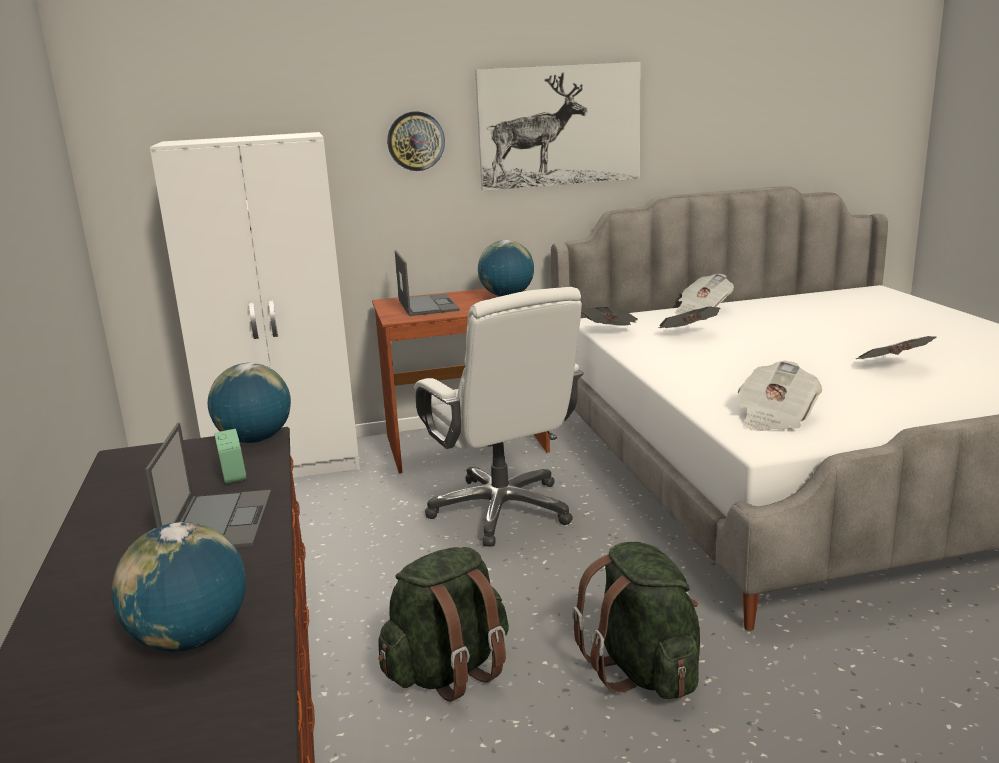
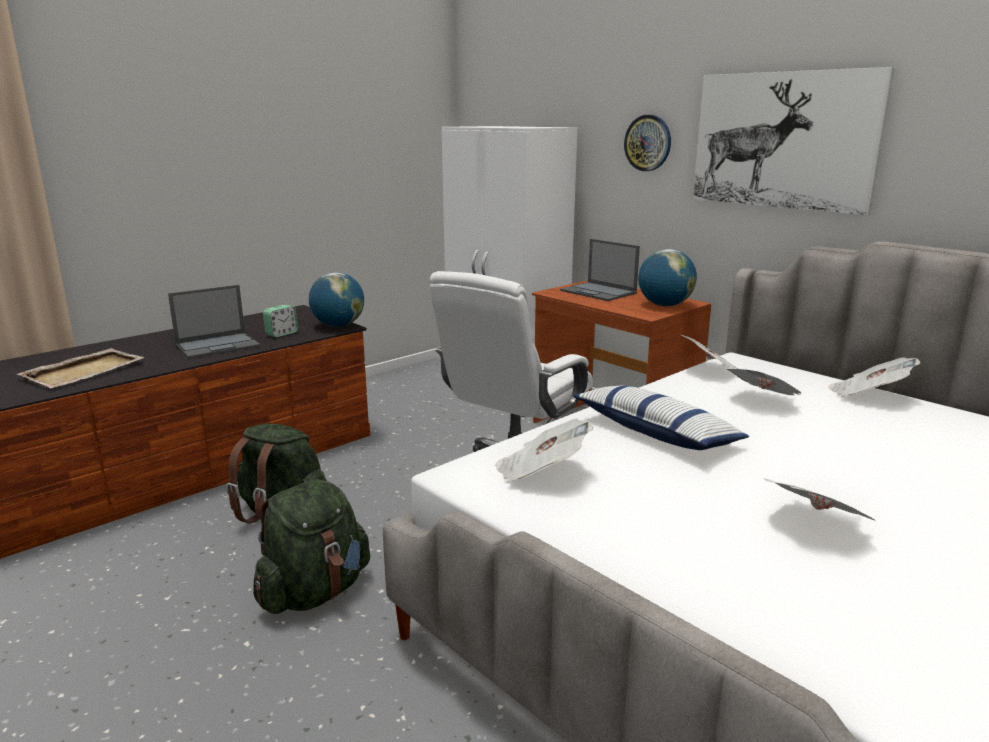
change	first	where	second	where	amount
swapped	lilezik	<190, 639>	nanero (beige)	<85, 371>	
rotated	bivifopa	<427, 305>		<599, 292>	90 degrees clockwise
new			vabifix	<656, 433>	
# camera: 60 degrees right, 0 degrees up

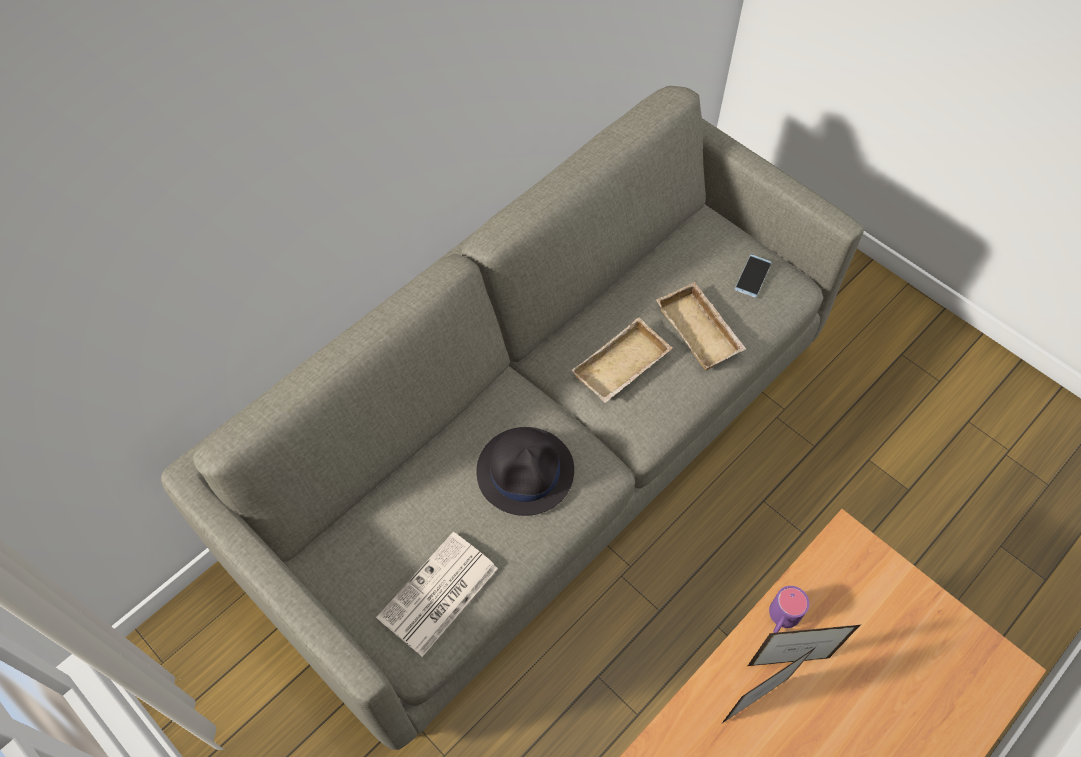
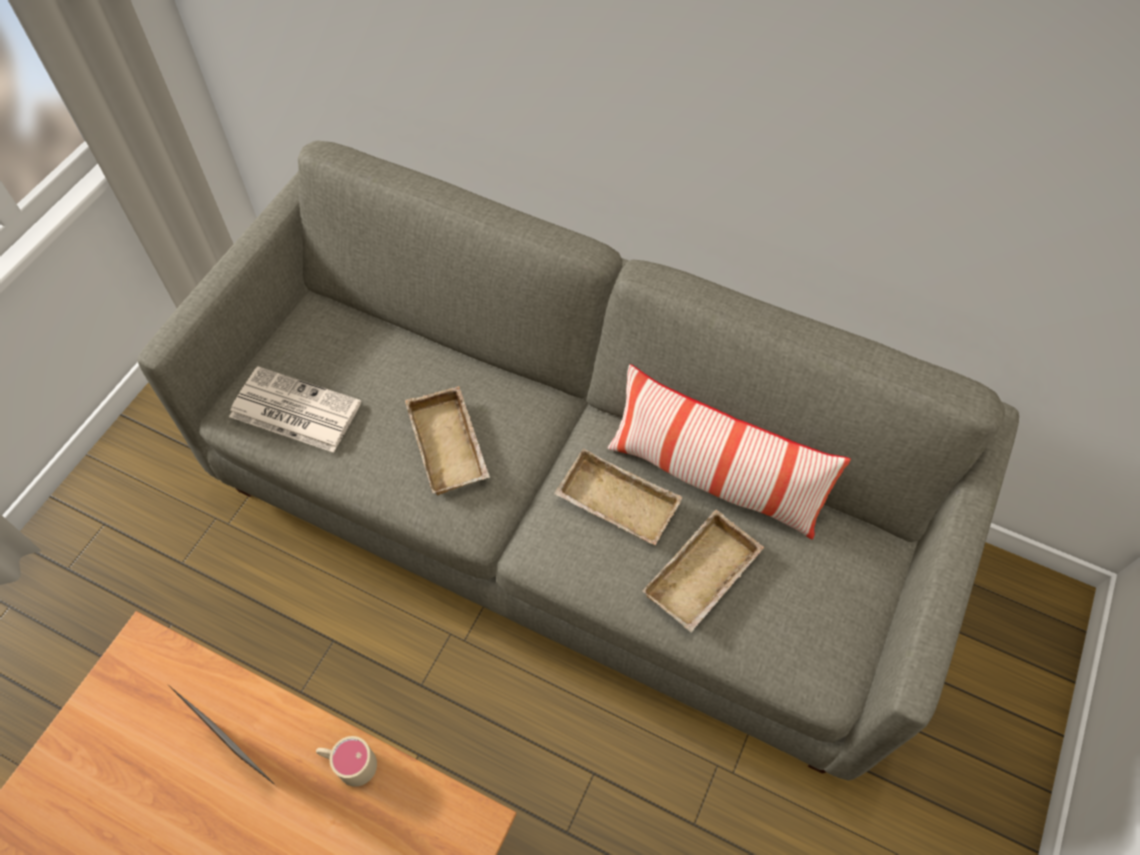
change	first	where	second	where	amount
swapped	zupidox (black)	<526, 471>	nanero (beige)	<451, 446>	
gone	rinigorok	<753, 276>			
gone	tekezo	<788, 662>			
repainted	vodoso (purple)	<781, 618>	vodoso (beige)	<348, 763>	
new			vabifix	<713, 479>	
# camera: 70 degrees right, 0 degrees up

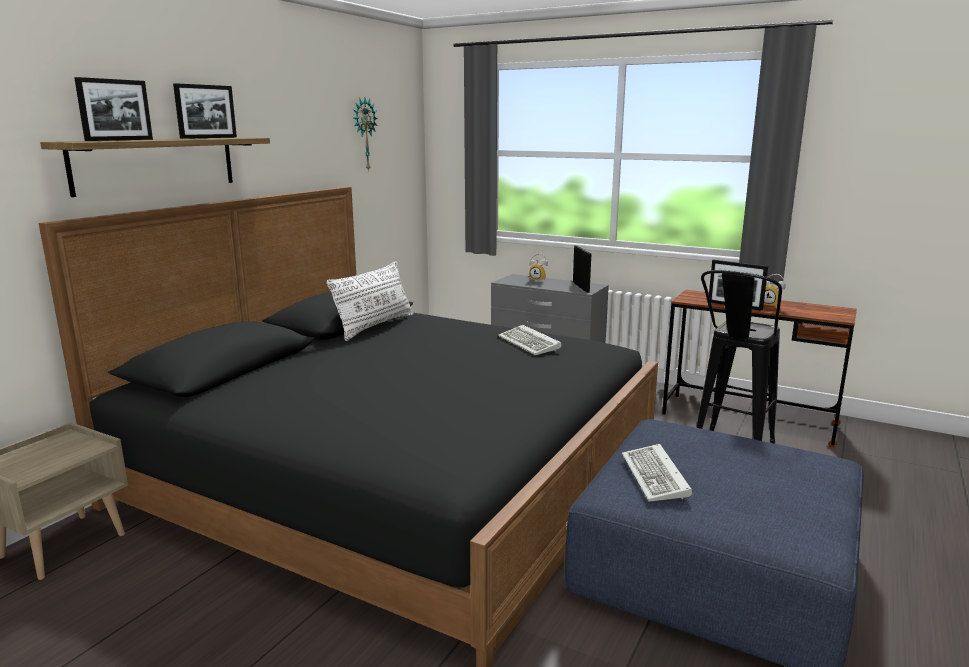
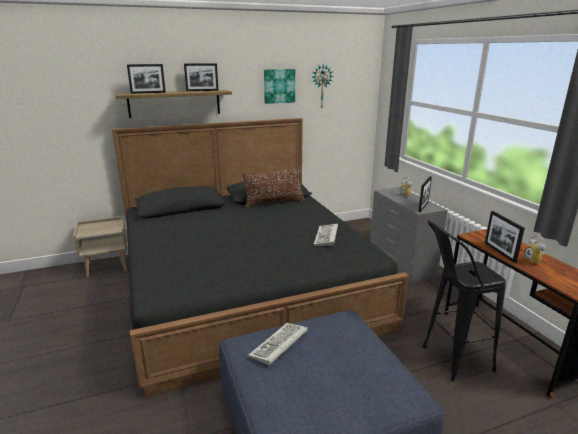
change	first	where	second	where	amount
repainted	vabifix (white)	<375, 326>	vabifix (brown)	<274, 202>	
new			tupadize	<279, 86>	
# camera: 40 degrees right, 5 degrees up

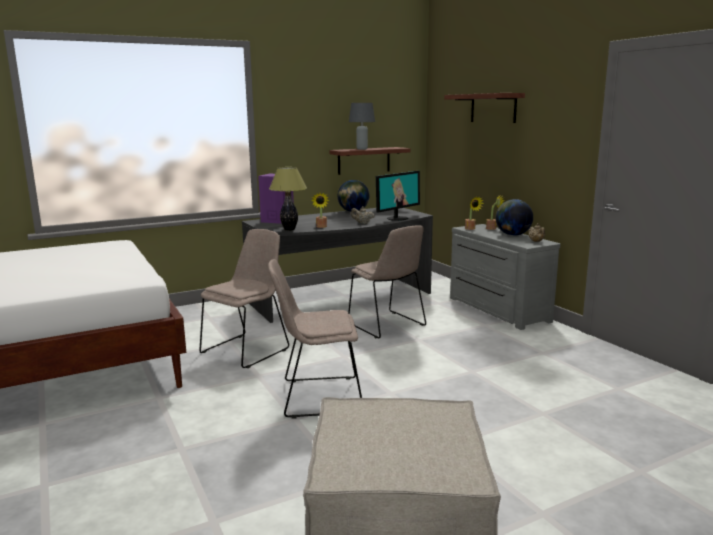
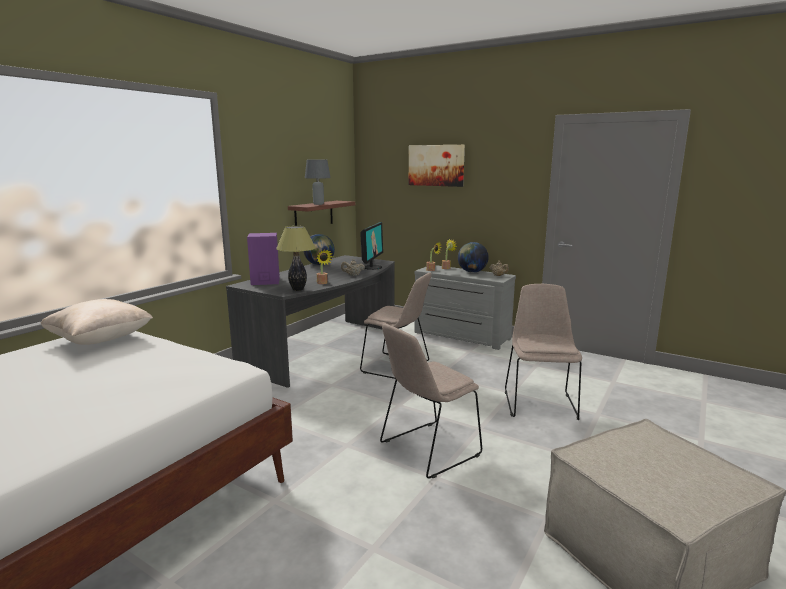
change	first	where	second	where	amount
shifted	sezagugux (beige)	<247, 350>		<539, 403>	
swapped	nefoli	<493, 108>	tupadize	<436, 165>	
new			vabifix (beige)	<100, 340>	
# camera: 30 degrees left, 0 degrees up

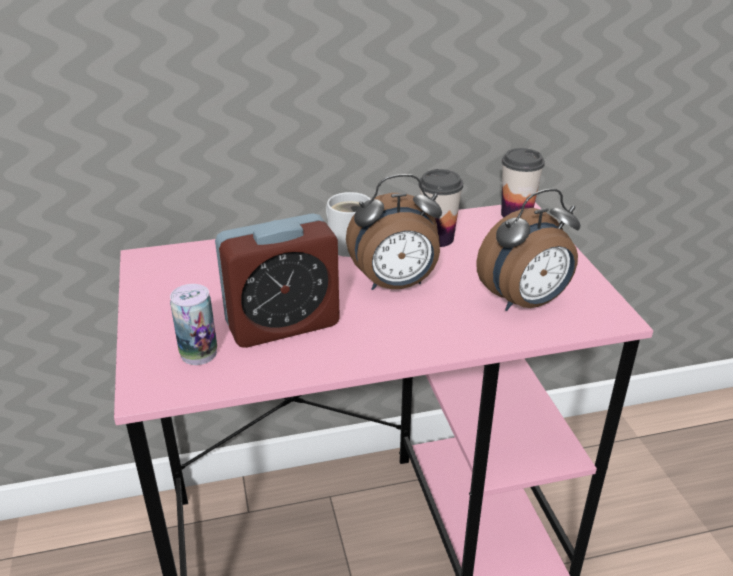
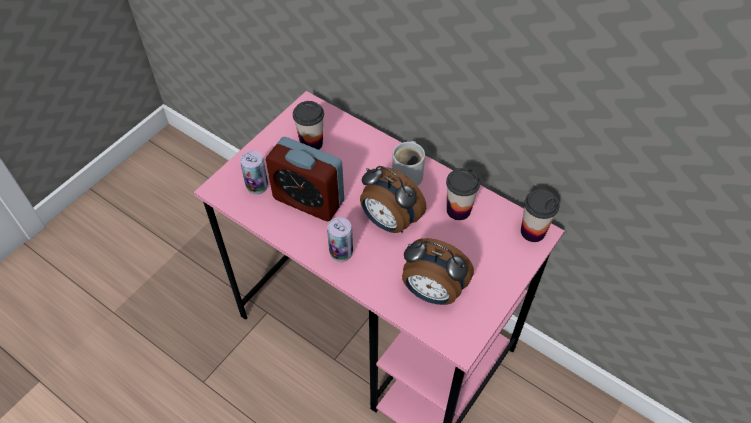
change	first	where	second	where	amount
new			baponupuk	<311, 143>	
new			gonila	<341, 252>	
# camera: 50 degrees right, 20 degrees up

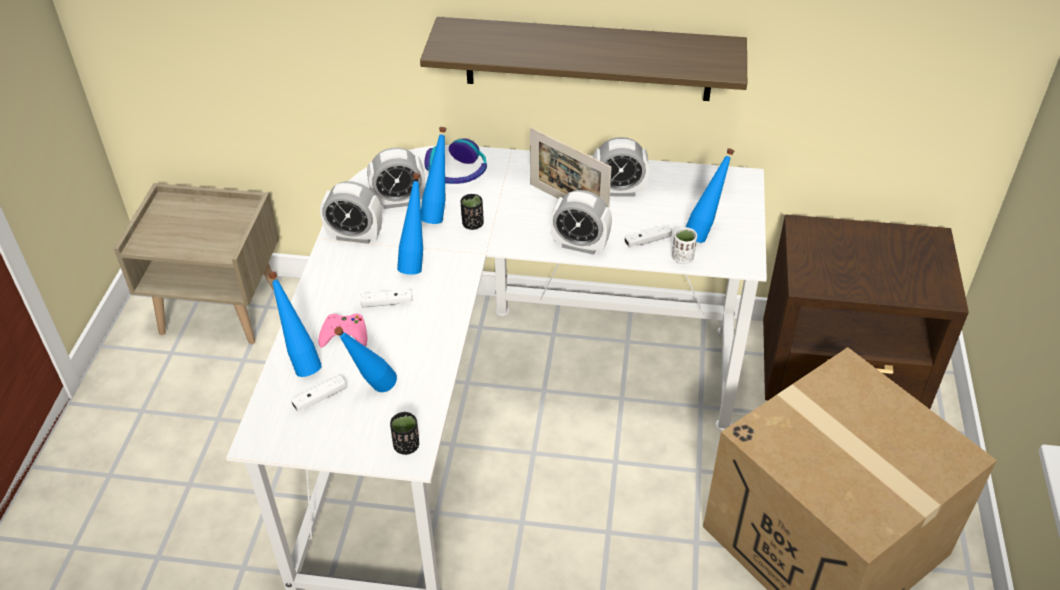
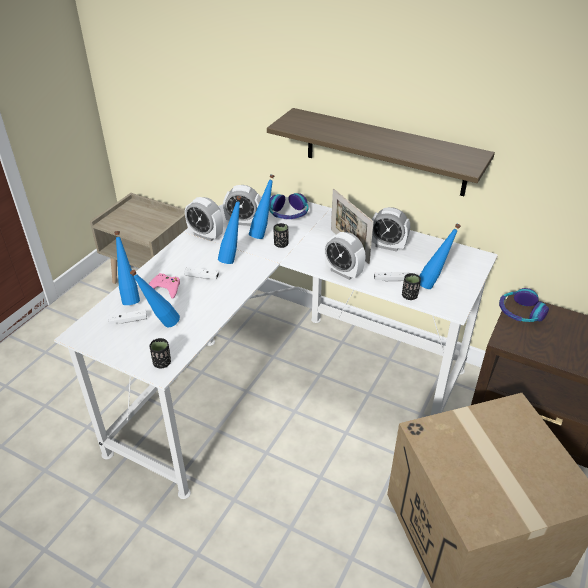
change	first	where	second	where	amount
repainted	baponupuk (white)	<682, 258>	baponupuk (black)	<409, 296>	
new			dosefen	<520, 312>	
# camera: 20 degrees right, 5 degrees down

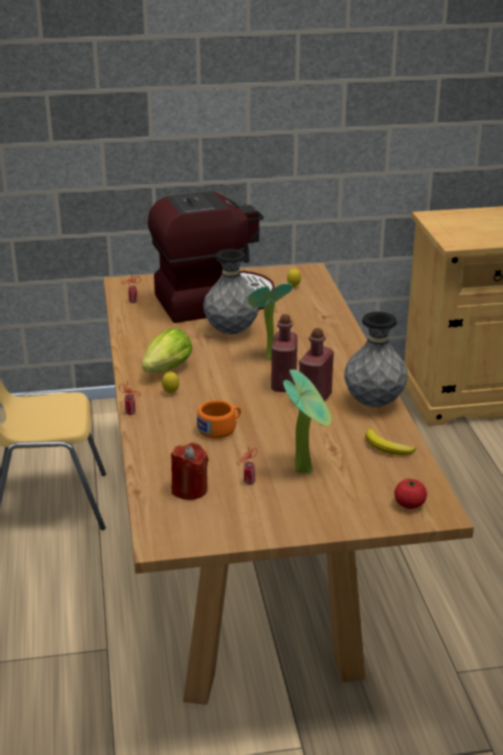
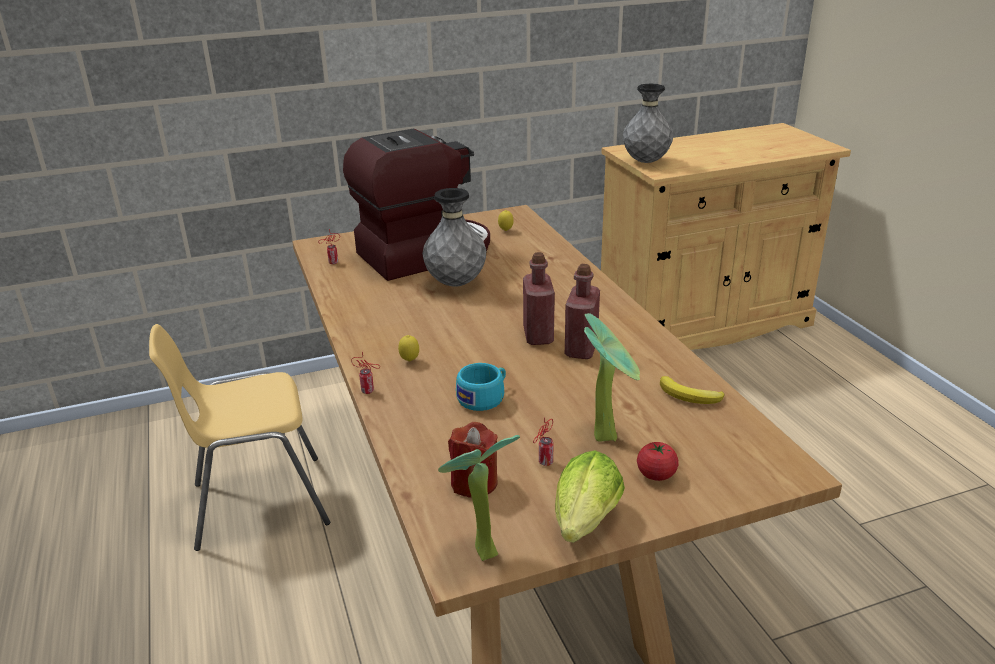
change	first	where	second	where	amount
shifted	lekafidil	<165, 371>		<584, 525>	
repainted	baponupuk (orange)	<220, 428>	baponupuk (turquoise)	<484, 397>	
shifted	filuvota	<268, 357>		<479, 552>	
shifted	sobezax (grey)	<373, 403>		<645, 162>	
shifted	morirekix	<409, 504>		<656, 474>	
# camera: 10 degrees left, 0 degrees up

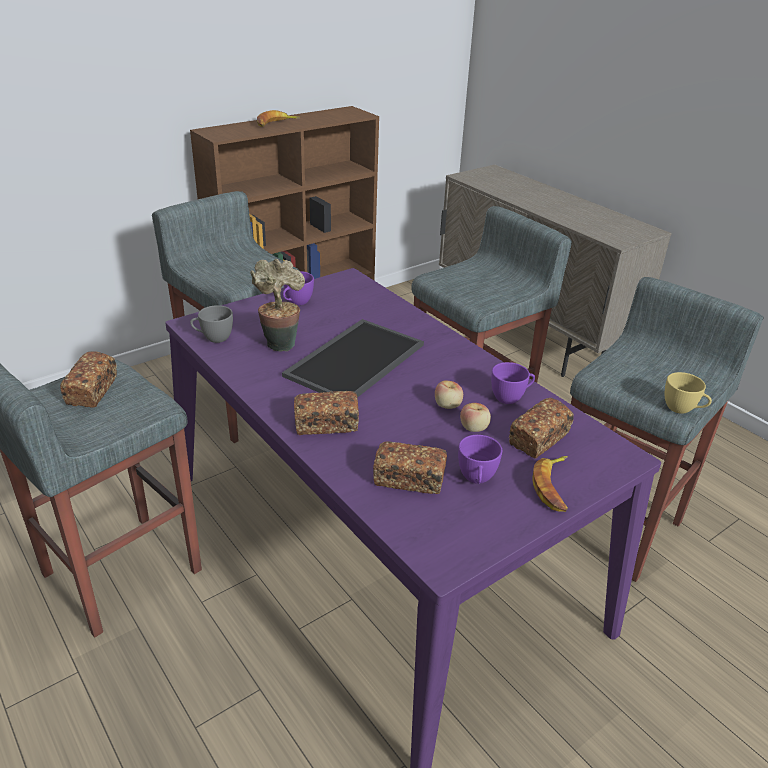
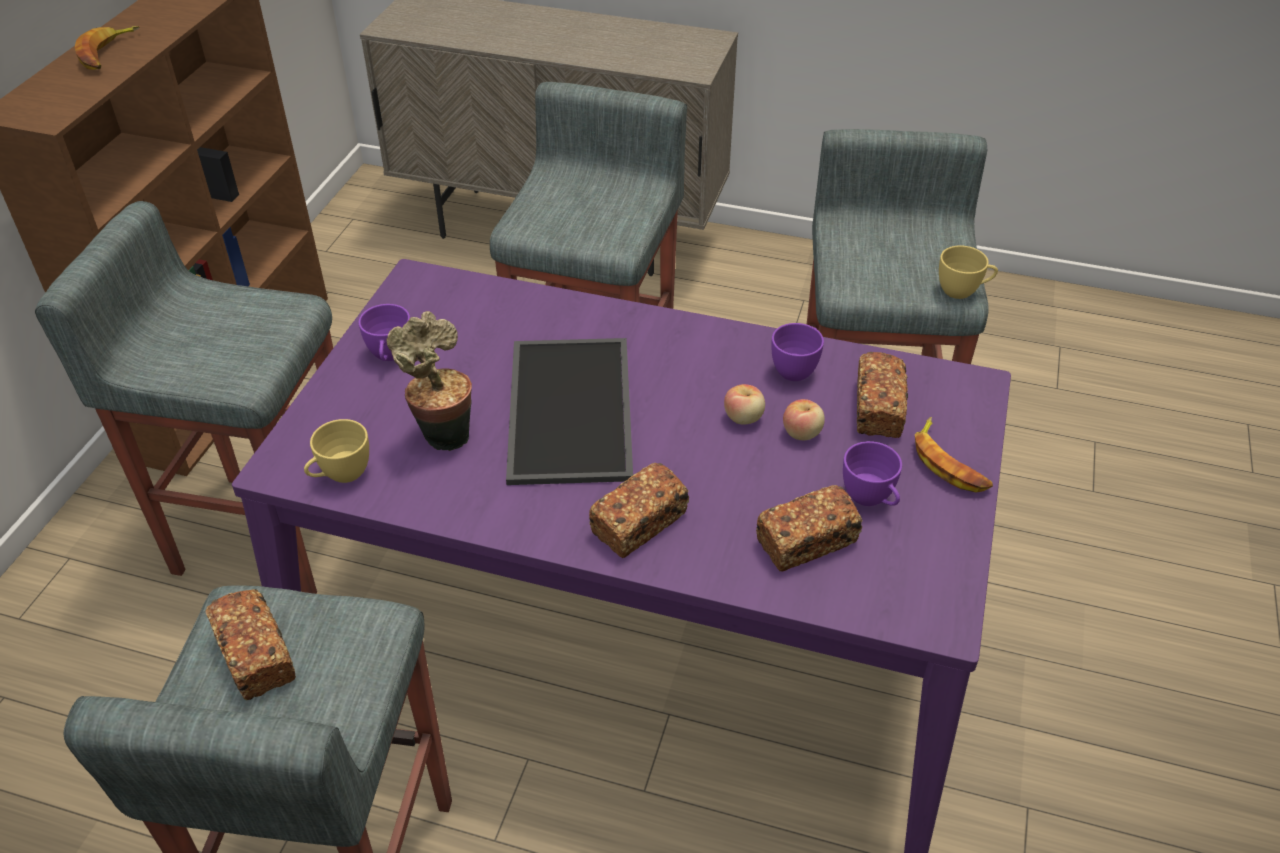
change	first	where	second	where	amount
repainted	baponupuk (grey)	<213, 338>	baponupuk (yellow)	<340, 475>	
# camera: 35 degrees left, 10 degrees up

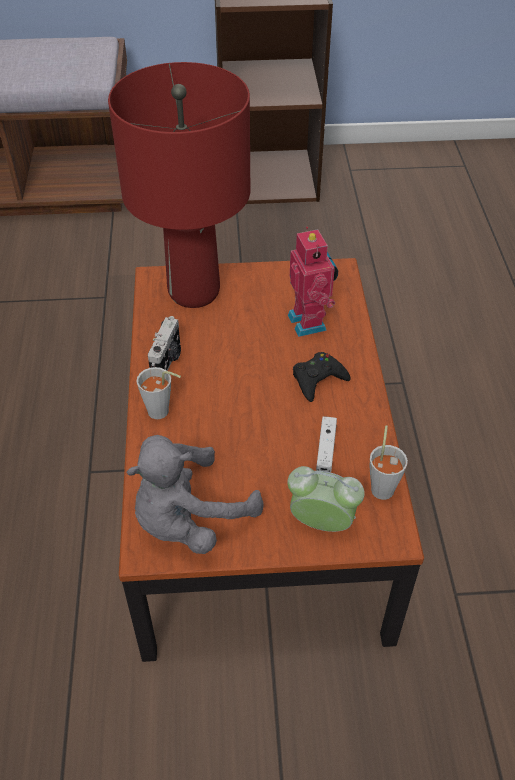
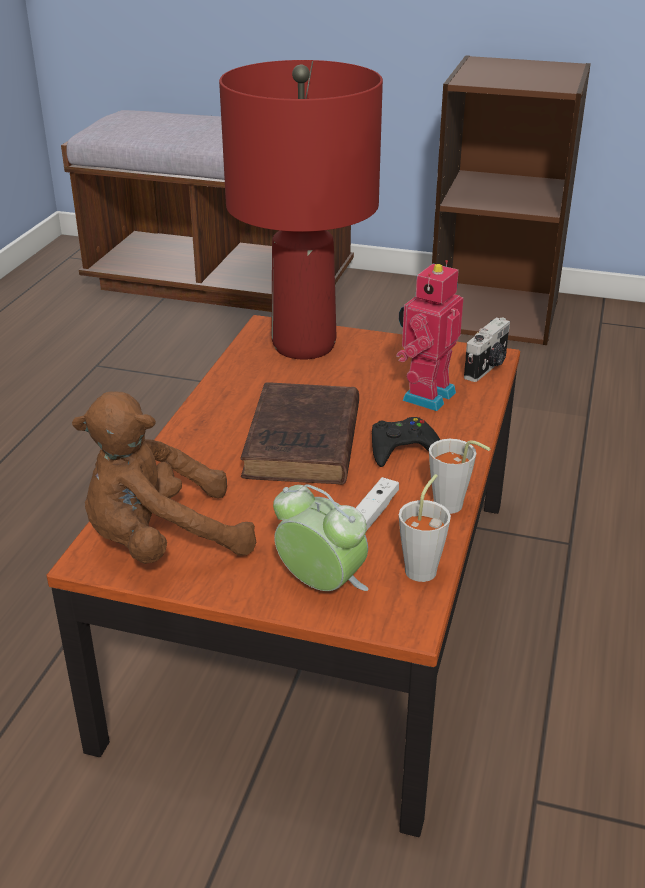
change	first	where	second	where	amount
repainted	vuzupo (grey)	<189, 519>	vuzupo (brown)	<162, 542>	
shifted	baponupuk (grey)	<162, 413>		<453, 508>	
shifted	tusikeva	<167, 360>		<487, 367>	
rotated	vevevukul	<309, 322>		<425, 395>	150 degrees counterclockwise
new			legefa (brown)	<302, 444>	
# camera: 20 degrees right, 15 degrees down

